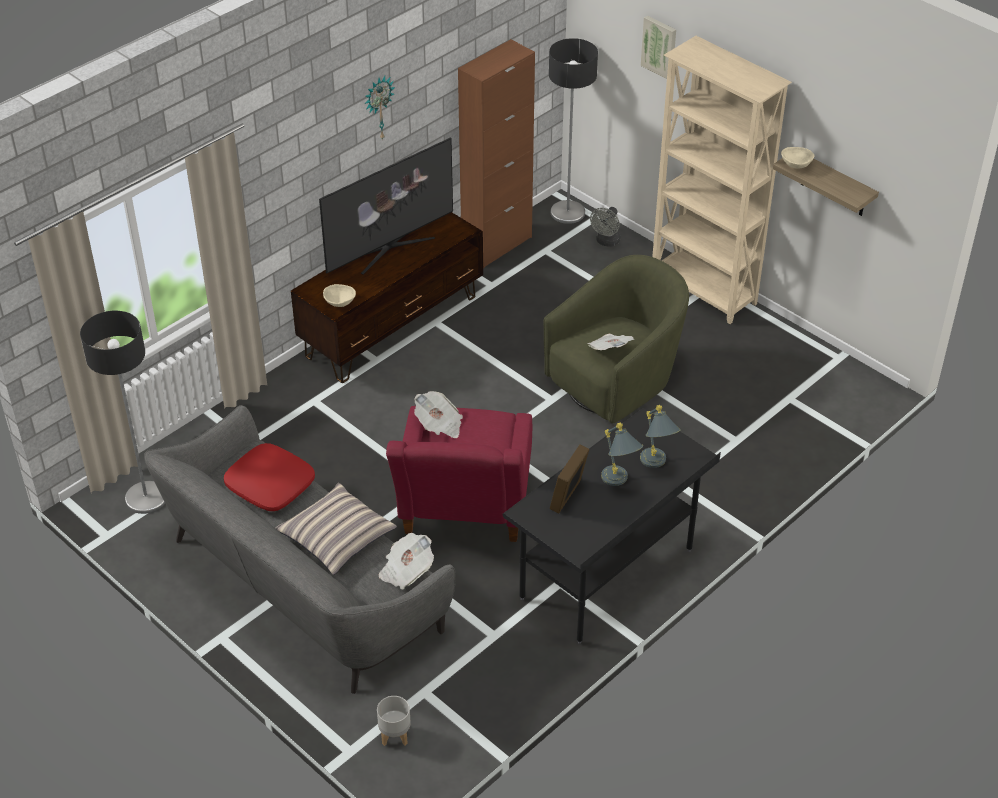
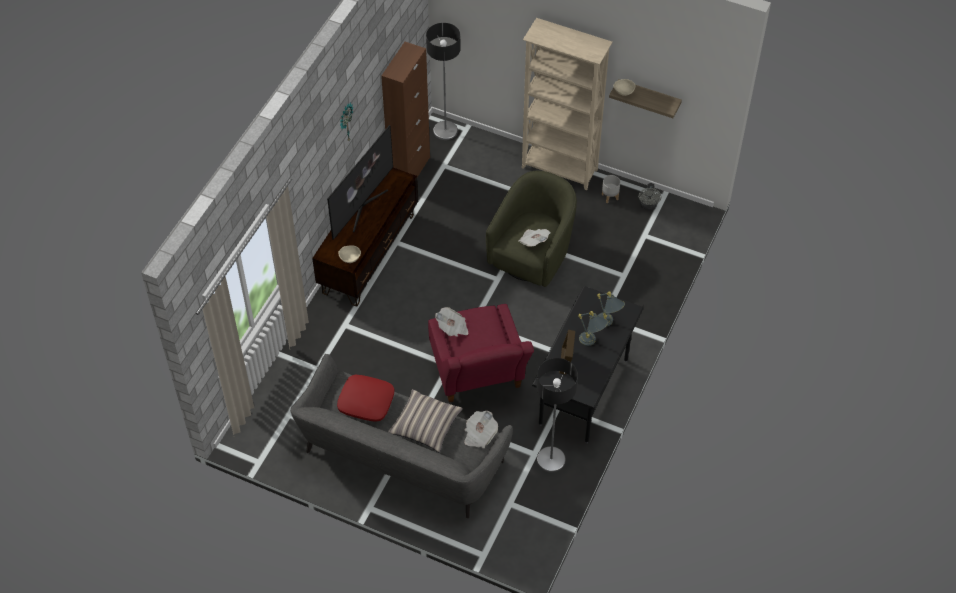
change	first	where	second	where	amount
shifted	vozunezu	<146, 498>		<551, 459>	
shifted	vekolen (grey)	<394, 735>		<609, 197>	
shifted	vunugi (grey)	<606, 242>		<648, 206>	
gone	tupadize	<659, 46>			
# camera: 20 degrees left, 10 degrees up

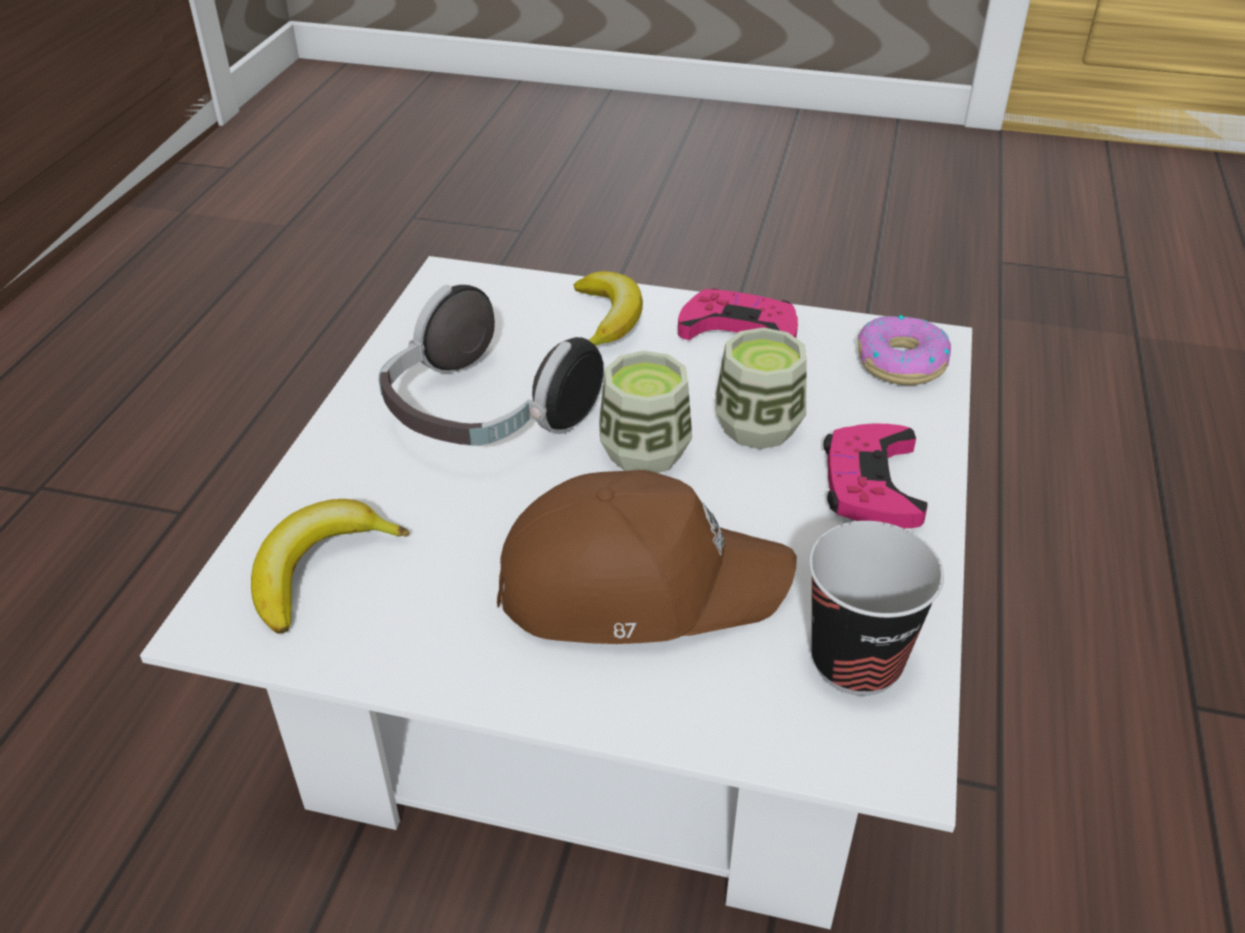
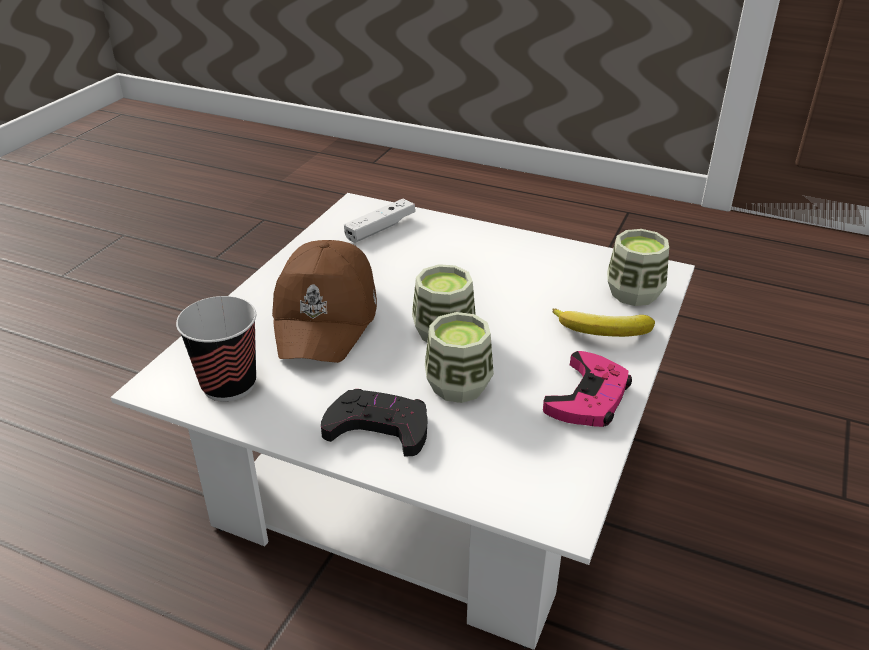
change	first	where	second	where	amount
swapped	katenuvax	<319, 570>	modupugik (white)	<380, 228>	
gone	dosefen	<483, 416>			
repainted	modupugik (pink)	<870, 484>	modupugik (black)	<378, 427>	
gone	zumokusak	<900, 362>			
new			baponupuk	<633, 293>	
# camera: 100 degrees right, 5 degrees down

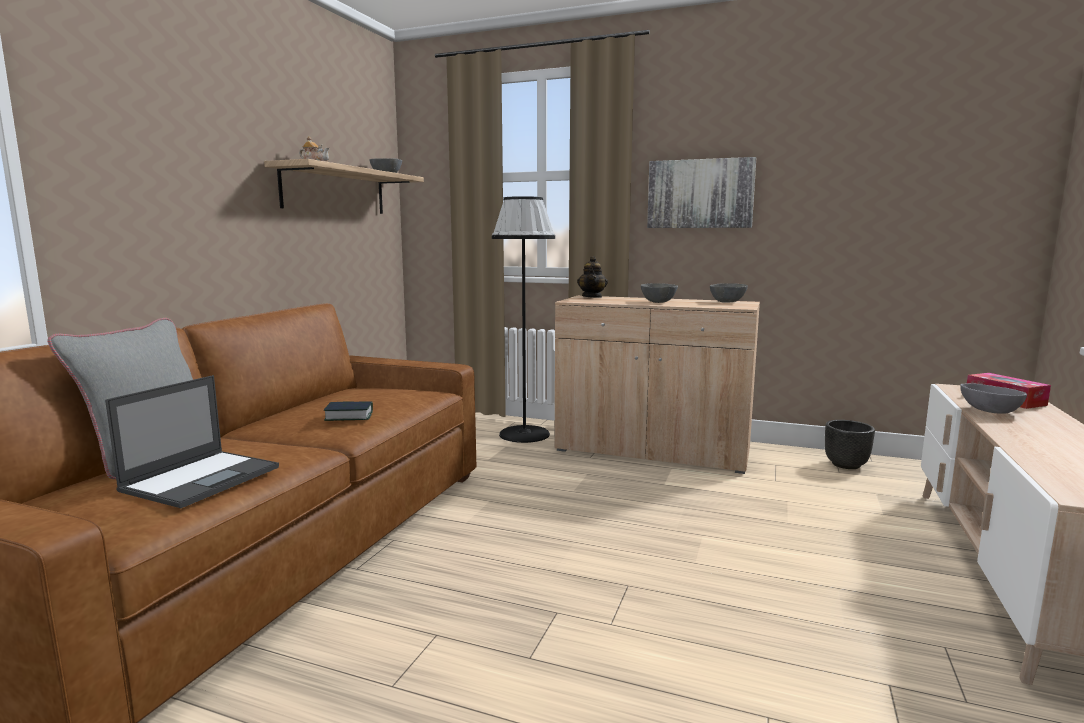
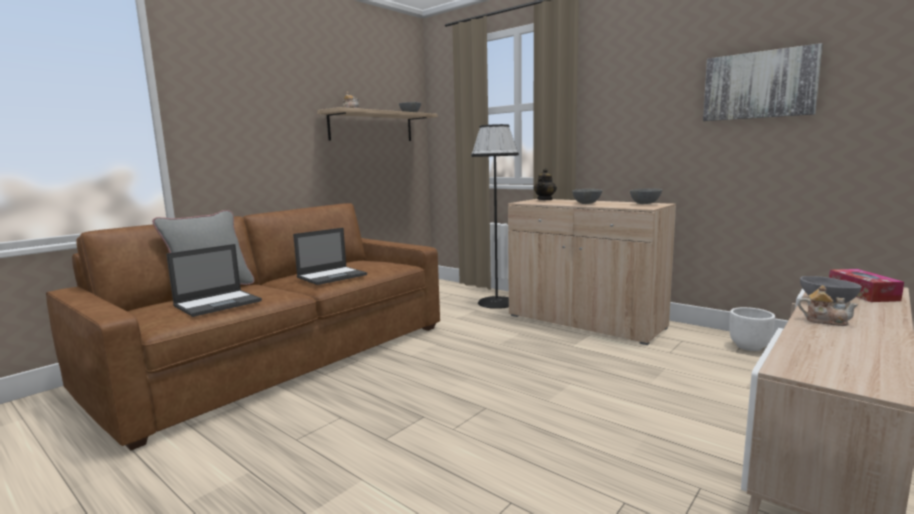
change	first	where	second	where	amount
swapped	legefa	<349, 416>	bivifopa	<332, 276>	
shifted	tupadize	<700, 194>		<759, 85>	
repainted	vekolen (black)	<846, 465>	vekolen (white)	<749, 347>	
new			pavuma	<825, 321>	
# camera: 20 degrees right, 0 degrees up

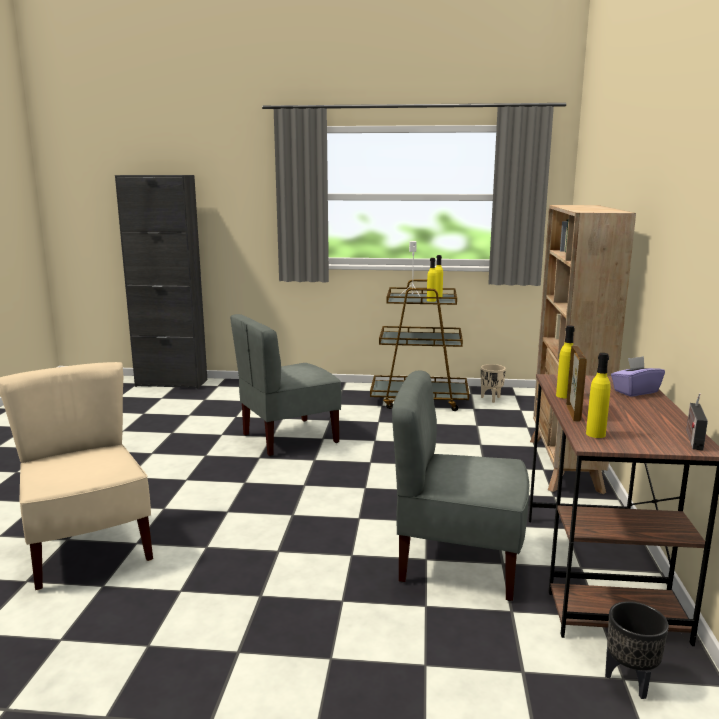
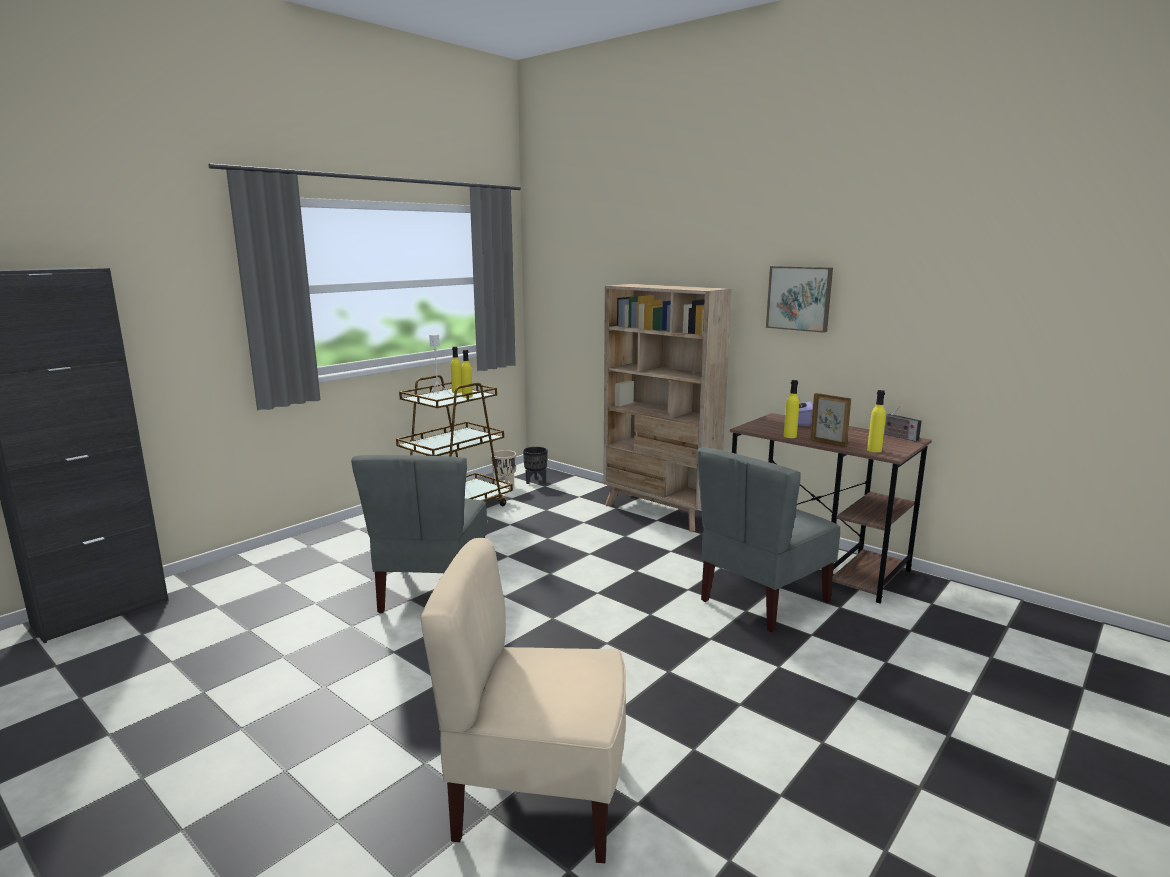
change	first	where	second	where	amount
shifted	vekolen (black)	<630, 682>		<536, 481>	
new			tupadize	<799, 298>	
# camera: 55 degrees left, 0 degrees up

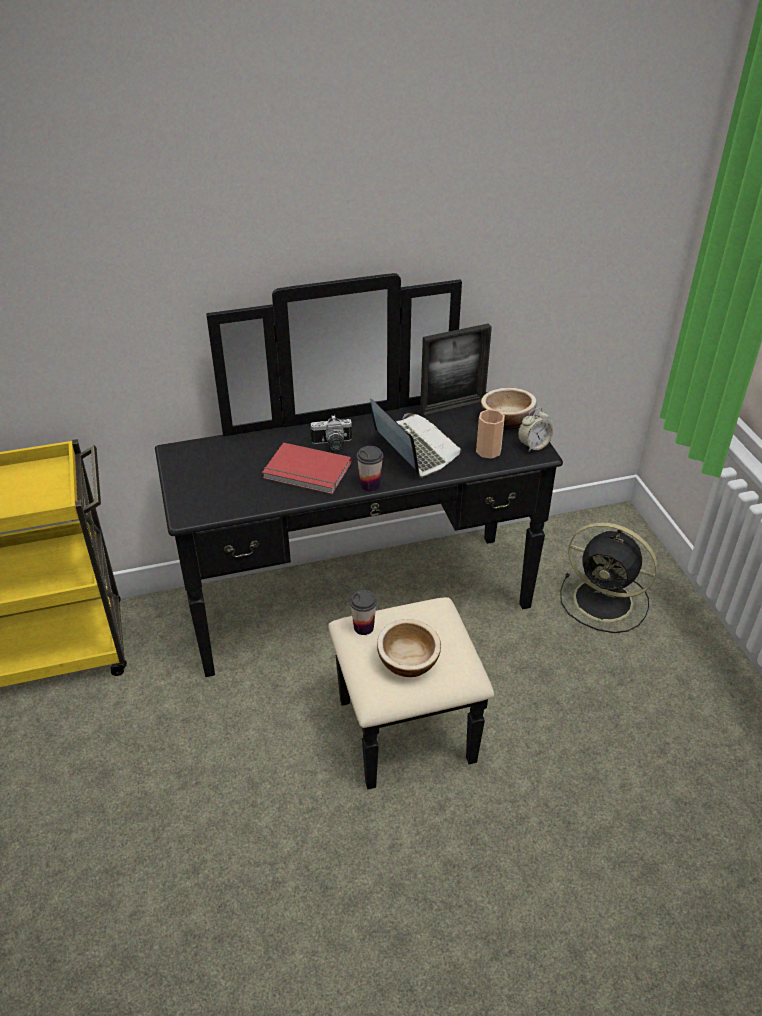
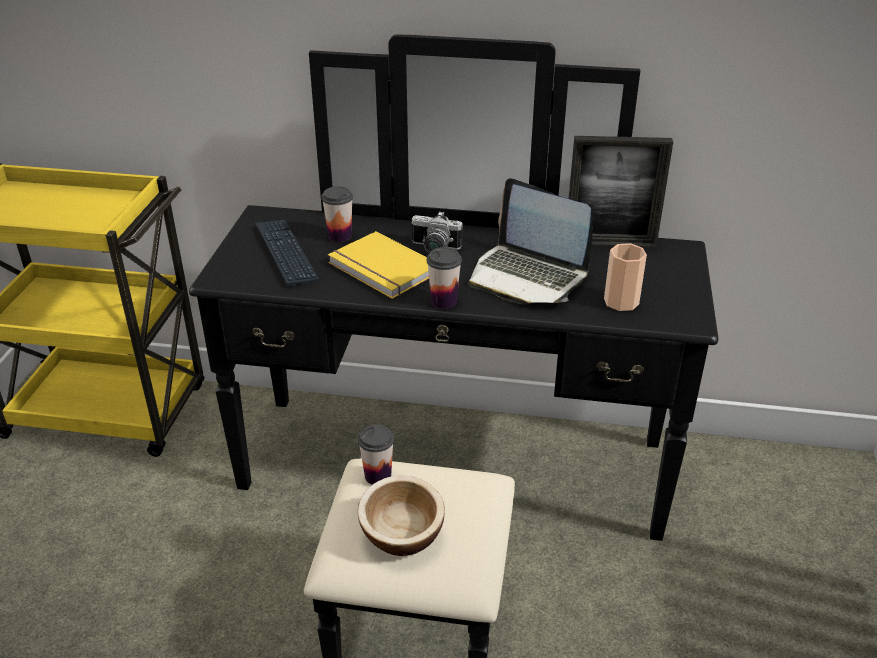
change	first	where	second	where	amount
repainted	legefa (red)	<306, 472>	legefa (yellow)	<381, 269>	
rotated	bivifopa	<414, 449>		<527, 276>	135 degrees clockwise
gone	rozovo	<507, 421>			
gone	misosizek	<533, 445>			
gone	vunugi (black)	<605, 601>			
new			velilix	<286, 253>	
new			baponupuk	<340, 236>	
# camera: 25 degrees right, 5 degrees down

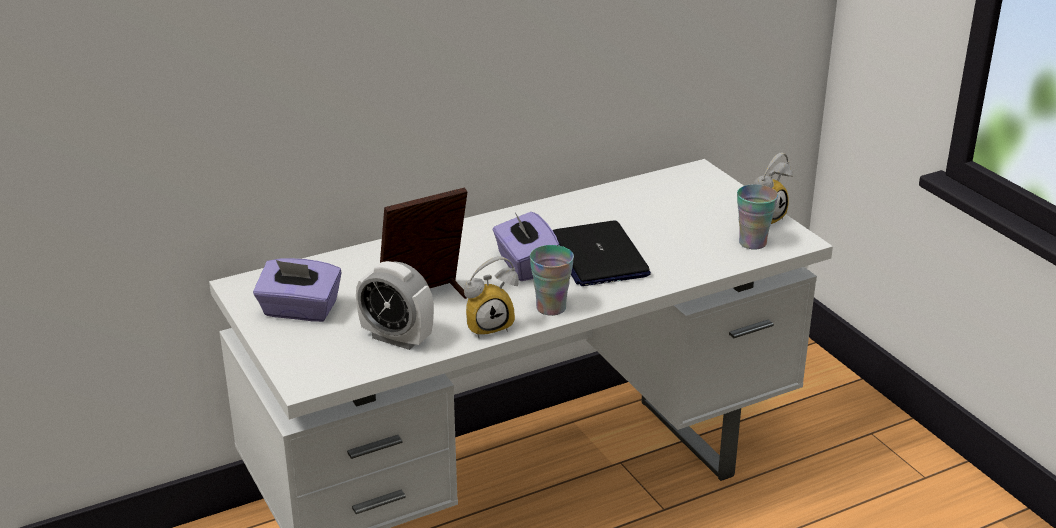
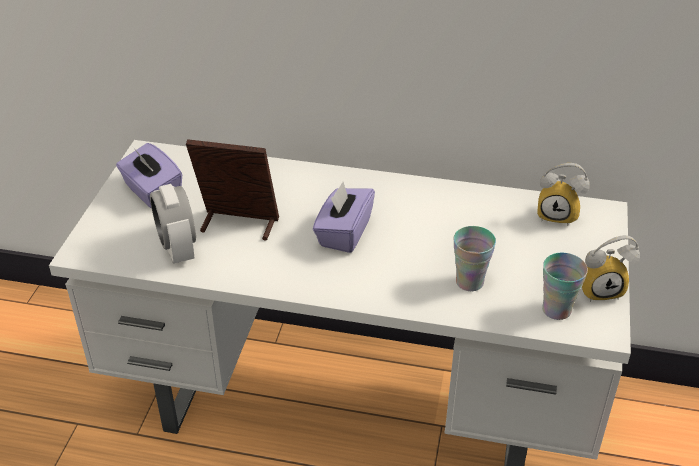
change	first	where	second	where	amount
shifted	misosizek	<489, 325>		<558, 215>	
shifted	baponupuk	<551, 308>		<469, 282>	
gone	bivifopa	<598, 256>			
# camera: 40 degrees right, 10 degrees up

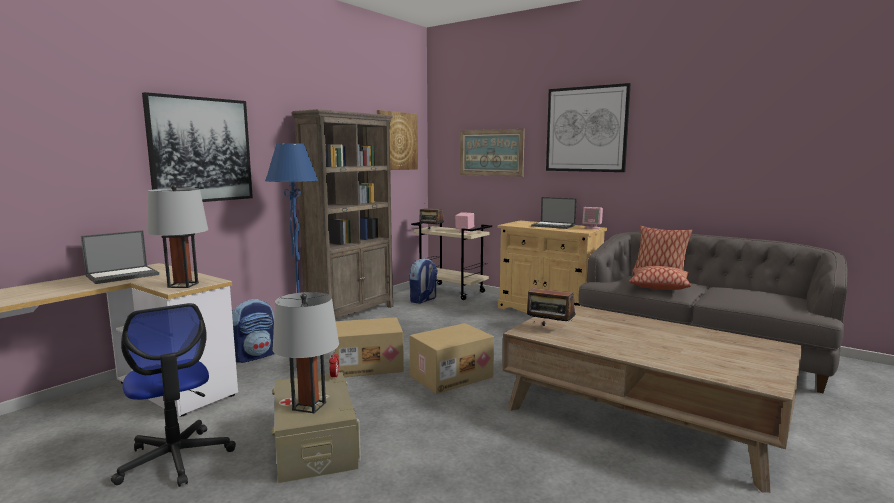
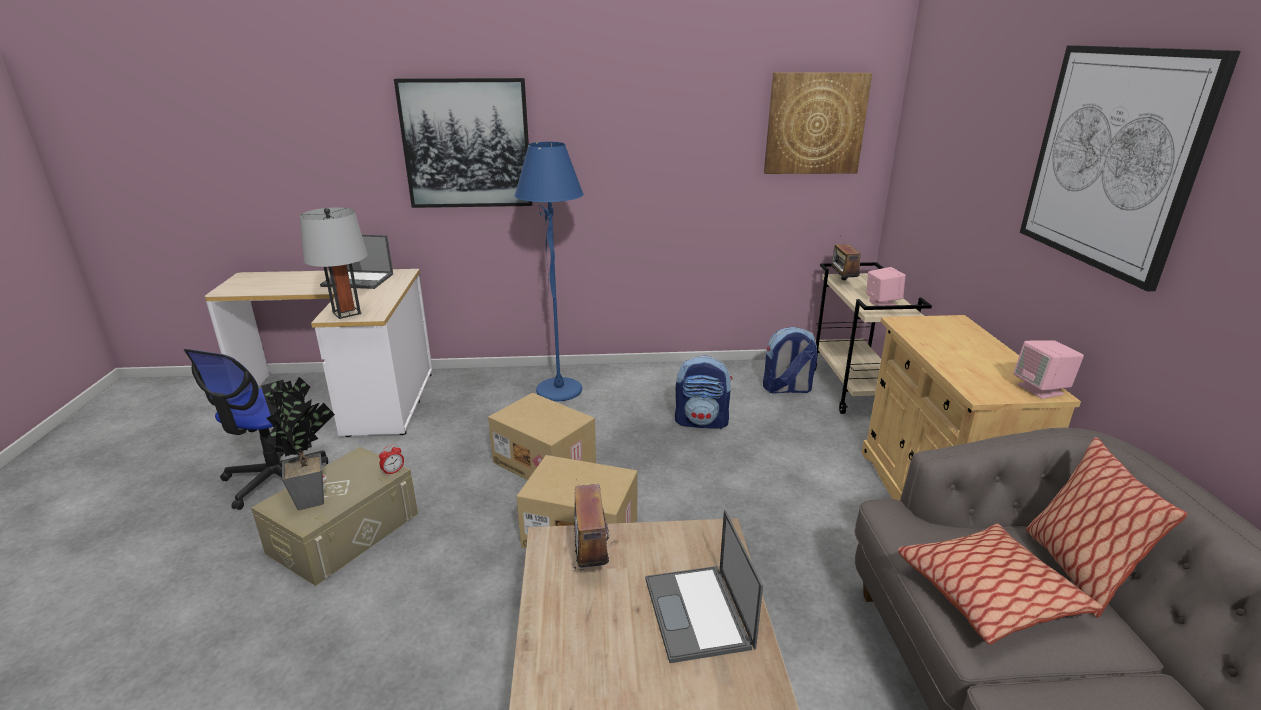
change	first	where	second	where	amount
shifted	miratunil	<255, 356>		<702, 422>	
swapped	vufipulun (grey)	<309, 406>	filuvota	<313, 496>	
gone	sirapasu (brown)	<351, 313>			
gone	tupadize	<491, 152>			
shifted	bivifopa	<554, 225>		<699, 613>	
# camera: 50 degrees right, 15 degrees up

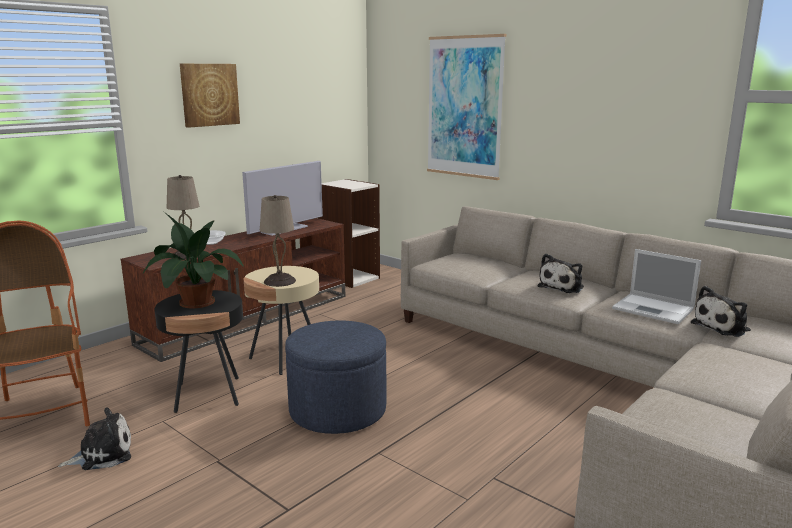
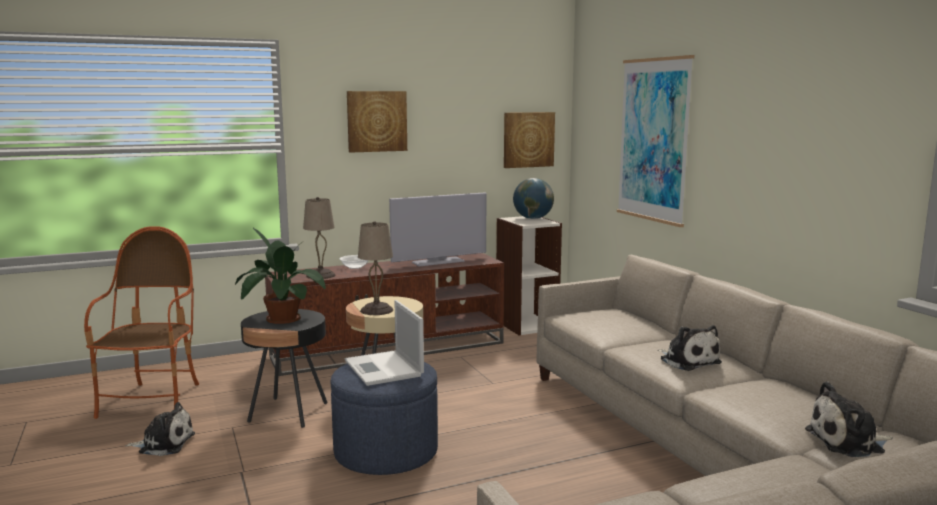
change	first	where	second	where	amount
rotated	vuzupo	<562, 286>		<688, 361>	90 degrees counterclockwise
shifted	bivifopa	<654, 309>		<384, 369>	
new			tupadize	<528, 139>	
new			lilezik	<532, 218>	
# camera: 25 degrees right, 5 degrees down

